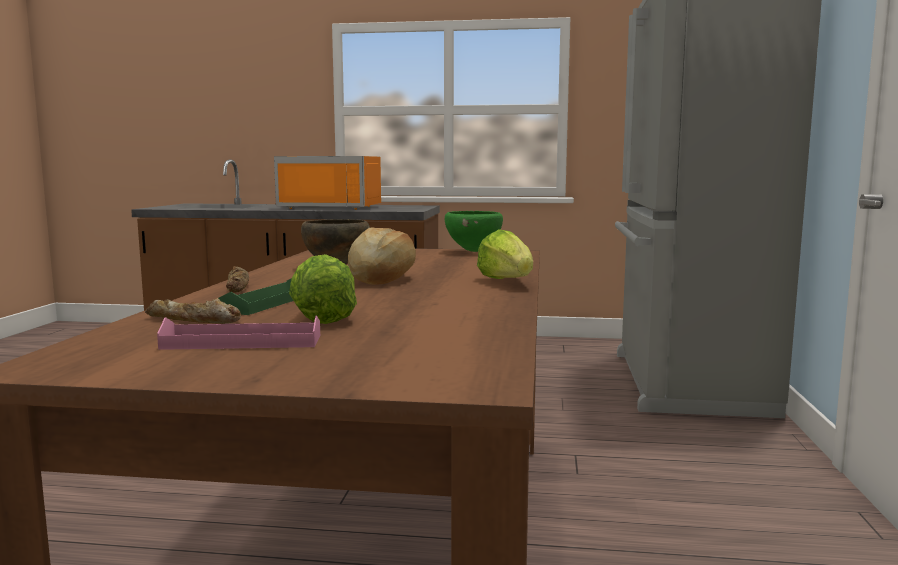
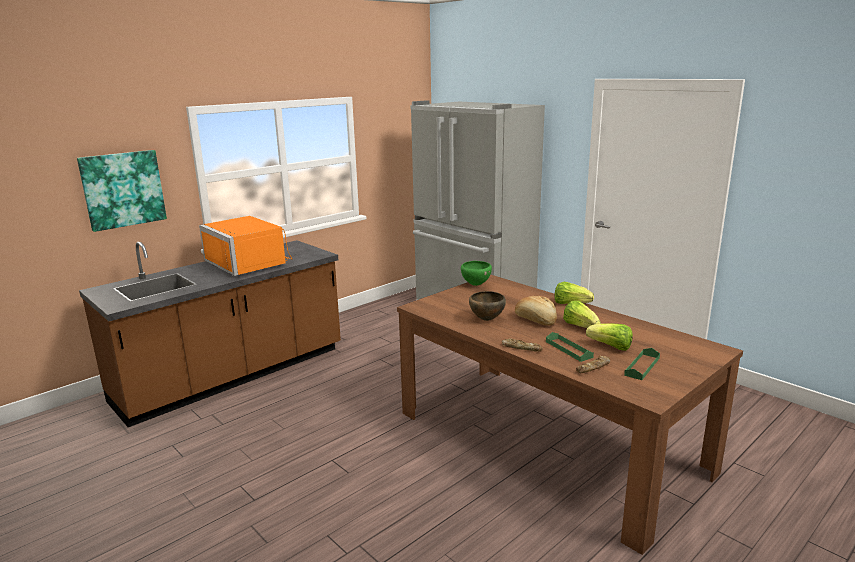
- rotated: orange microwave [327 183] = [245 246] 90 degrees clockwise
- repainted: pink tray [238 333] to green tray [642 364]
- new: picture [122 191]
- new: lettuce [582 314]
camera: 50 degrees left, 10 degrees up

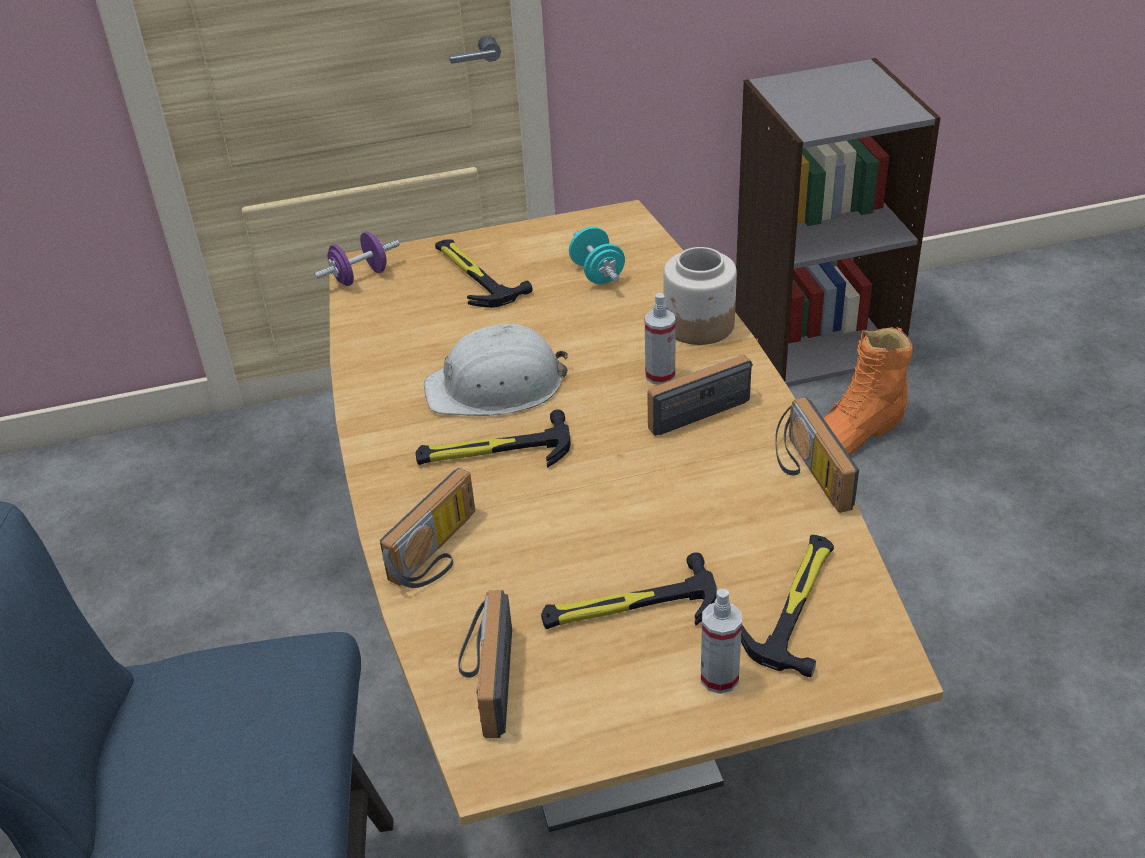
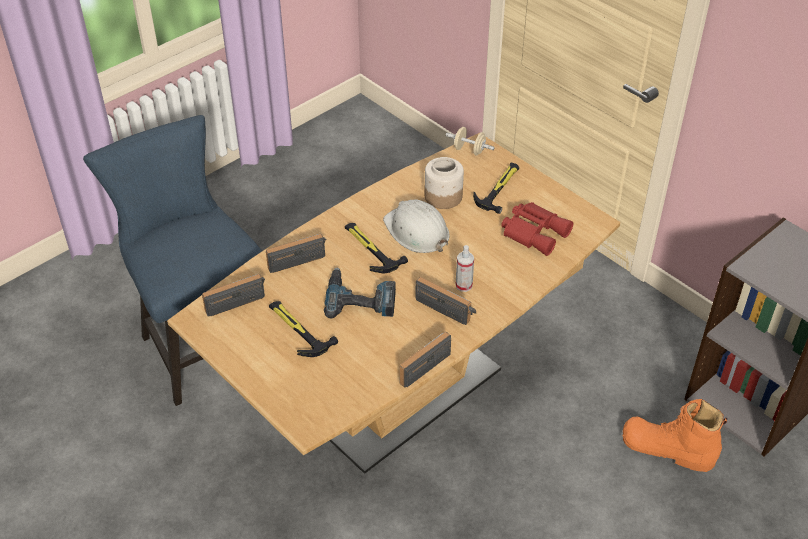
- swapped: turquoise dumbbell [597 255] to red binoculars [537 229]
- repainted: purple dumbbell [357 259] to beige dumbbell [470 141]
- shifted: jar [700 296] to [444 183]
- rotated: radio [427 528] = [296 253] 150 degrees clockwise
- gone: hammer [787 606]
- gone: spray bottle [721 641]
- new: power drill [360 292]
camera: 60 degrees right, 5 degrees up

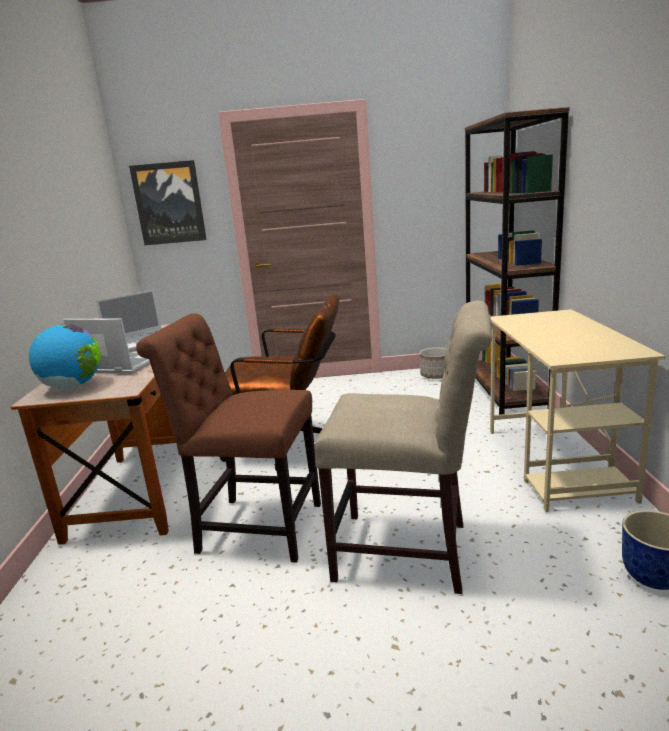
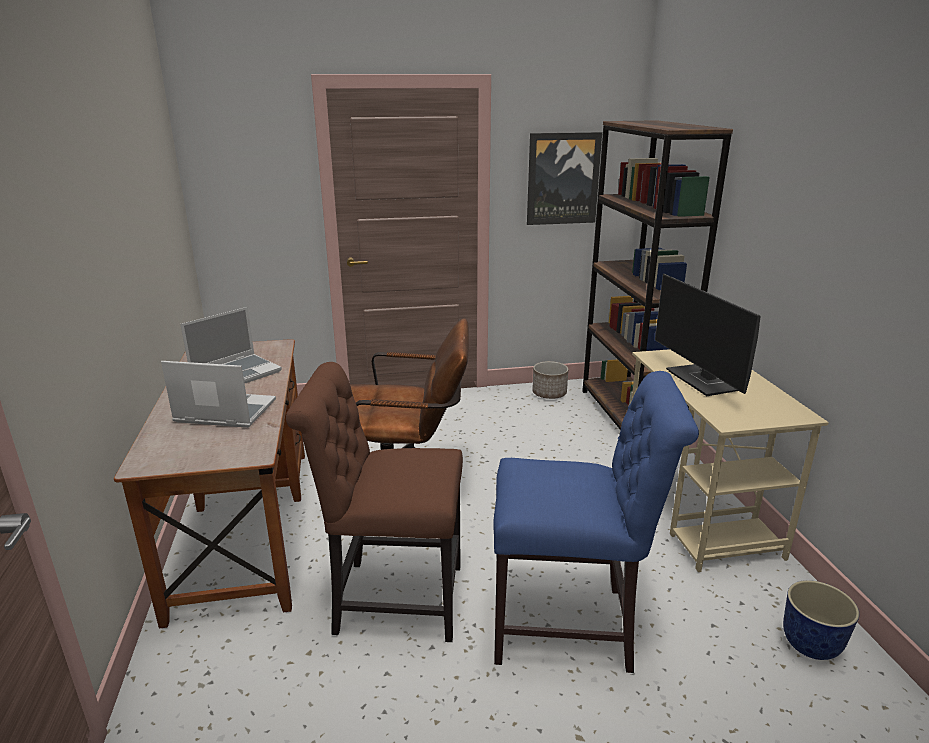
- shifted: picture [168 202] to [564 178]
- repainted: beige chair [403 447] to blue chair [596 522]
- gone: globe [65 356]
- new: monitor [708 335]
camera: 10 degrees left, 5 degrees up

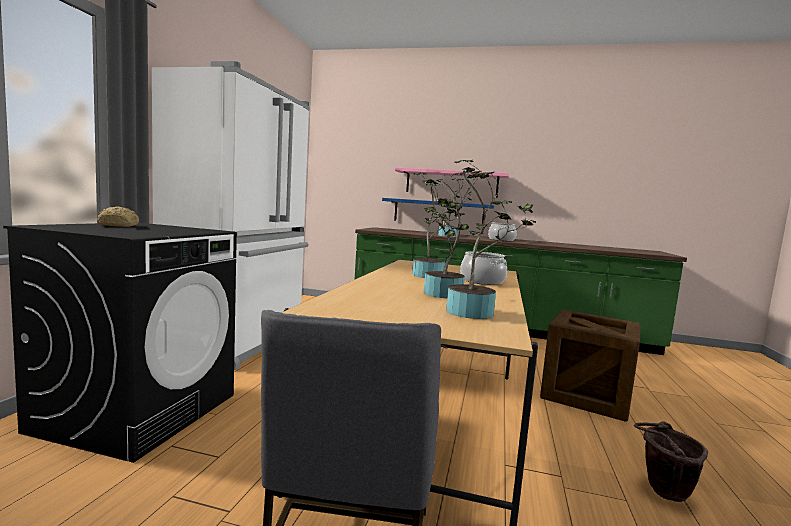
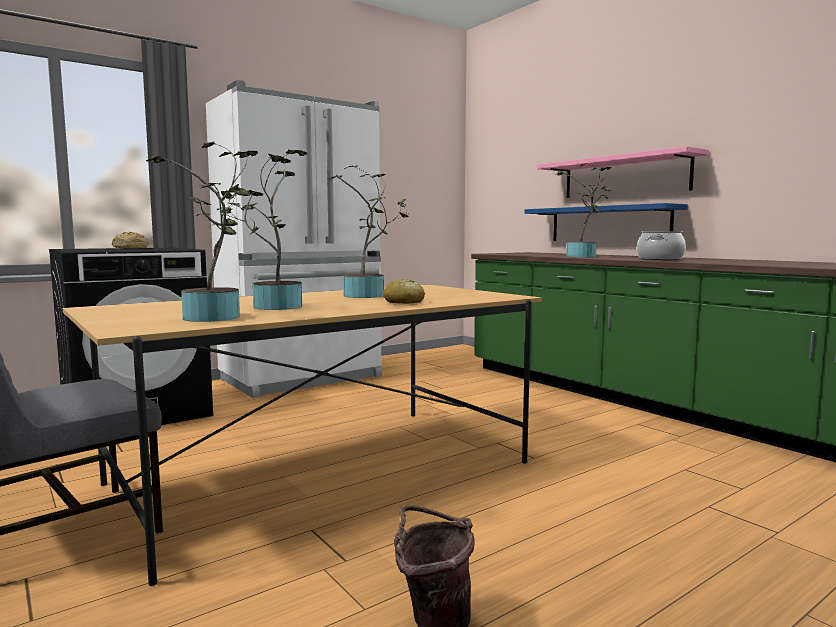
- swapped: cooking pot [483 268] to bread [404 291]
- gone: crate [590 366]
camera: 40 degrees right, 0 degrees up

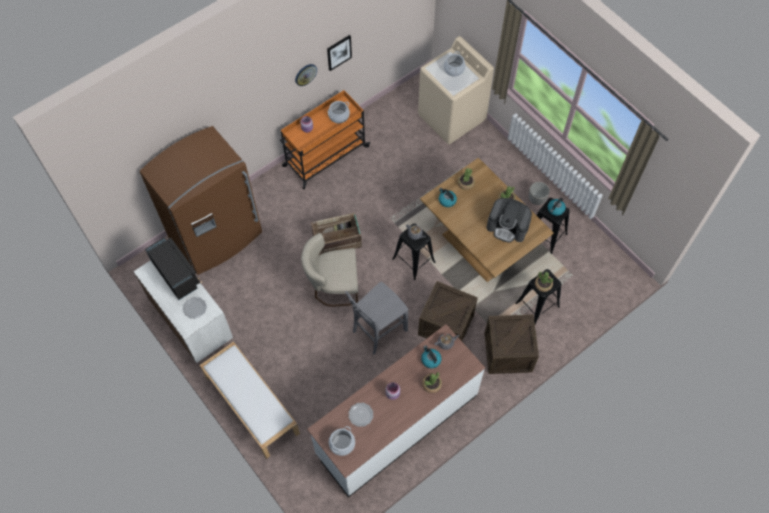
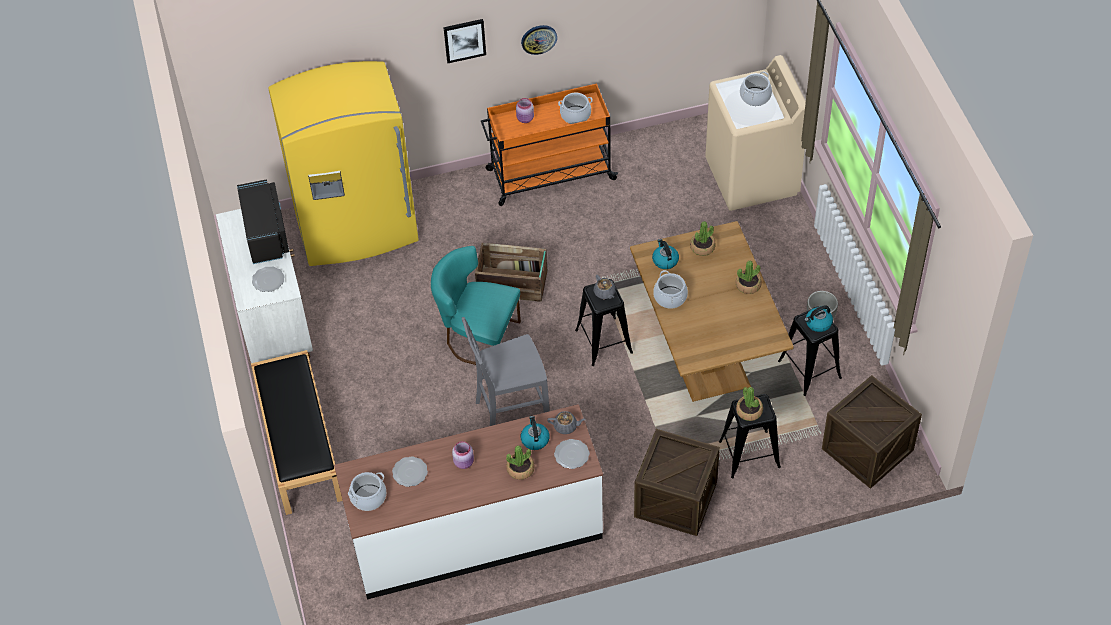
- shifted: picture [339 53] to [464 41]
- repainted: brown fridge [201 200] to yellow fridge [343 163]
- gone: coffee machine [509 220]
- repainted: beige chair [329 270] to turquoise chair [476 305]
- shifted: crate [448 311] to [872 432]
- repainted: white bench [250 400] to black bench [297 432]
- new: cooking pot [670 289]
- new: plate [572 454]
camera: 25 degrees right, 10 degrees down

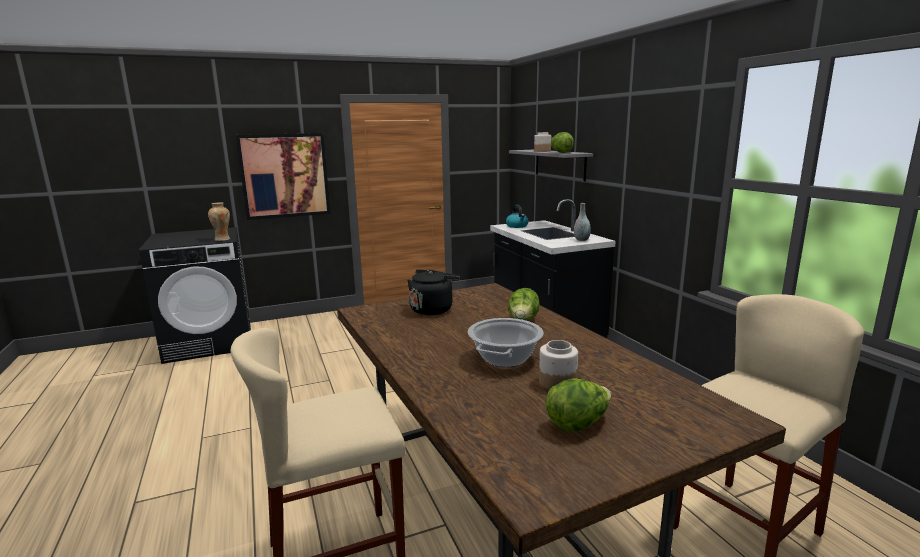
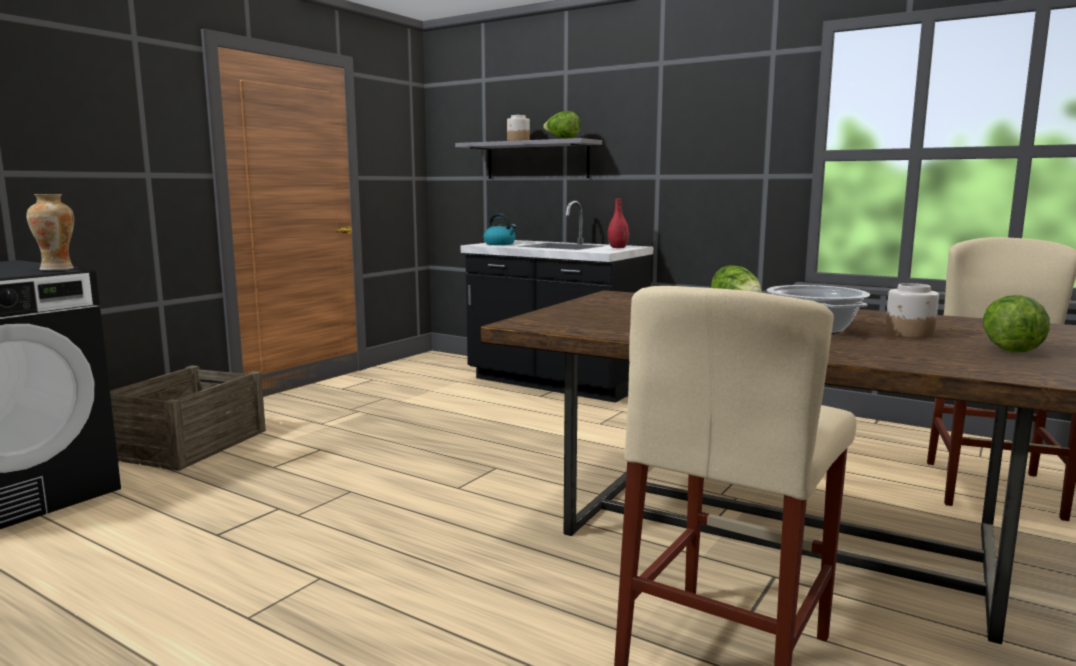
- gone: picture [283 176]
- repainted: grey vase [582 222] to red vase [618 223]
- gone: black kettle [433 292]
- new: crate [188 418]
camera: 35 degrees left, 5 degrees down

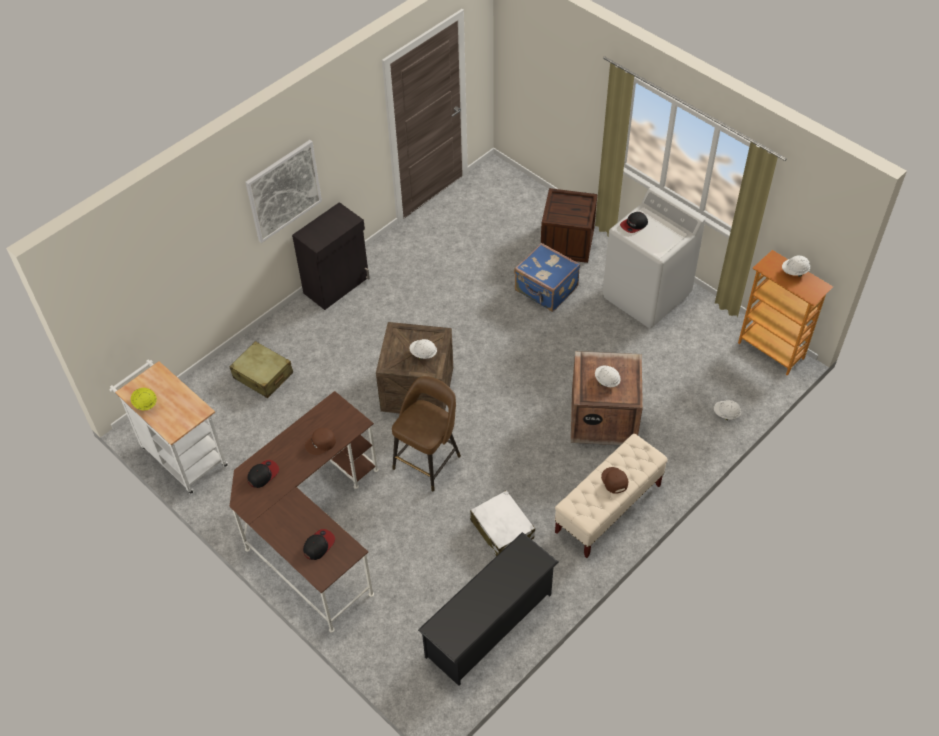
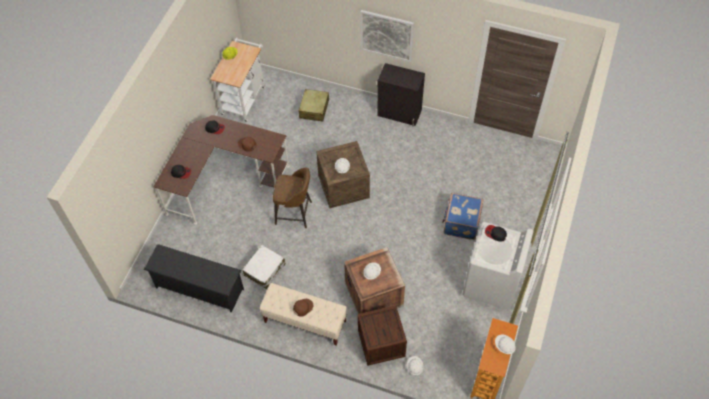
- shifted: crate [569 225] to [382 335]
camera: 65 degrees right, 5 degrees up

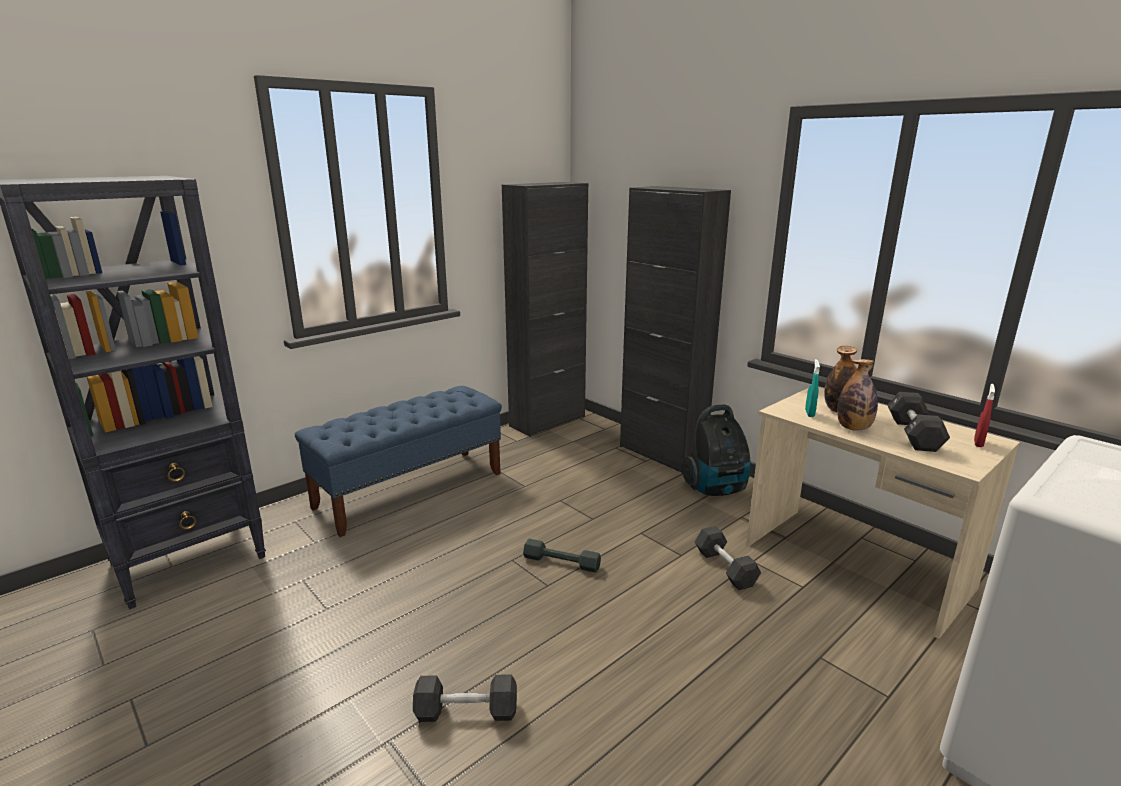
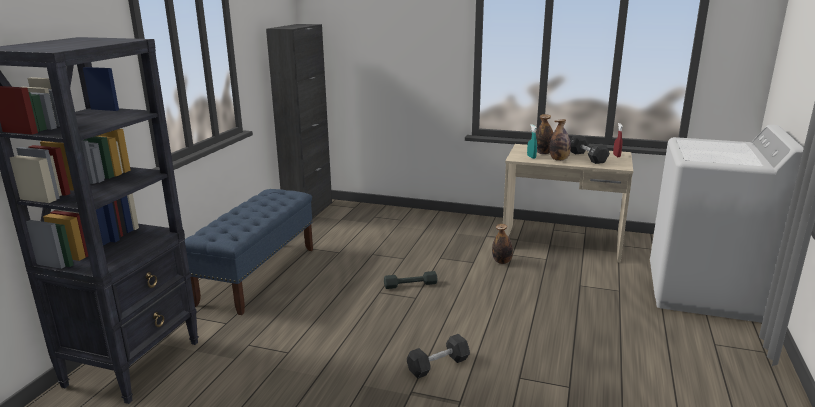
- gone: black cabinet [675 330]
- gone: vacuum cleaner [716 450]
- swapped: black dumbbell [728 558] to bottle [502 244]
camera: 30 degrees left, 0 degrees up

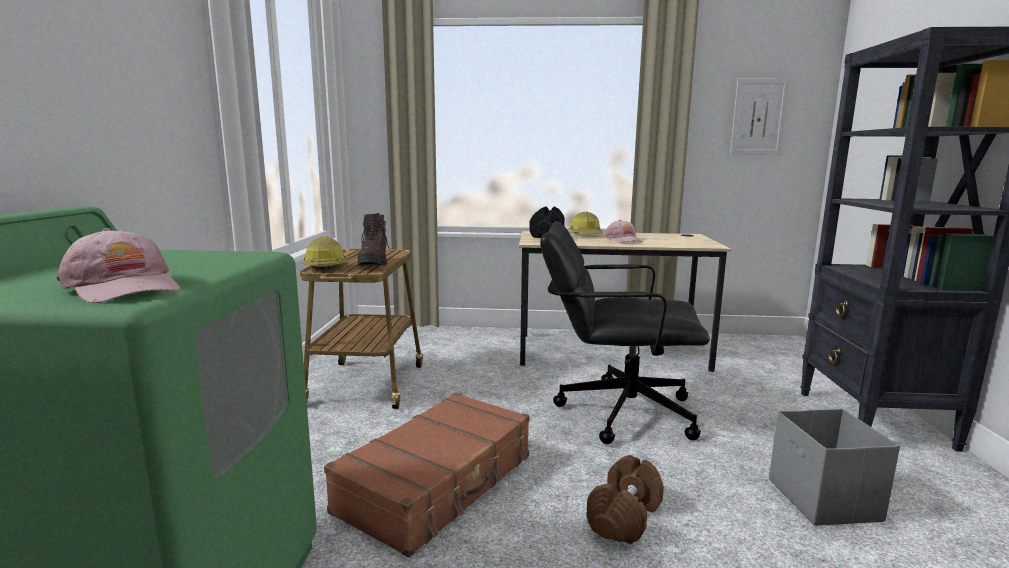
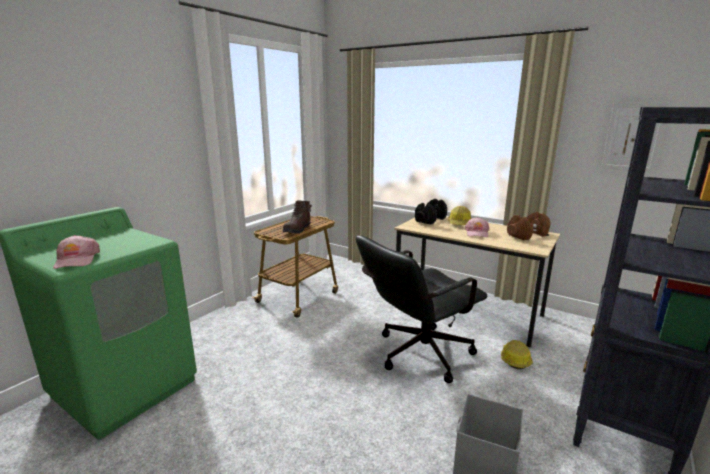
- rotated: black office chair [625 332] = [422 309] 75 degrees counterclockwise
- shifted: hard hat [325 253] to [517 354]
- gone: brown suitcase [427 475]
- shifted: brown dumbbell [625 499] to [529 226]
camera: 30 degrees right, 5 degrees up

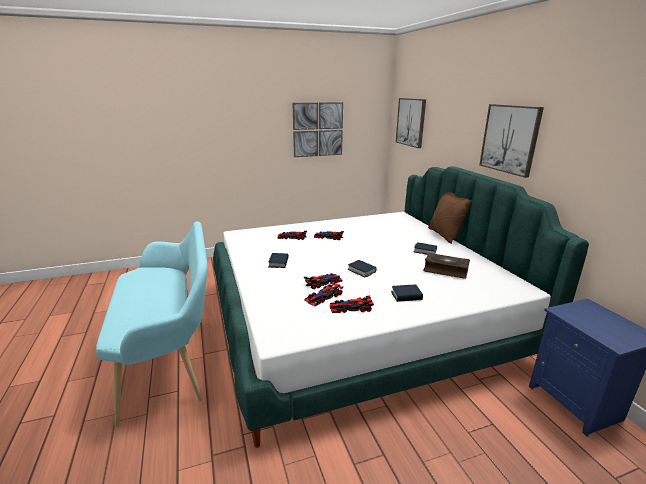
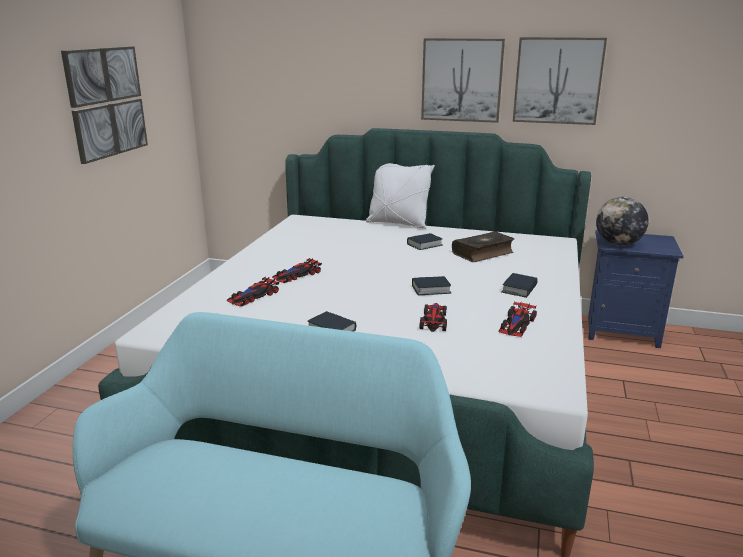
- shifted: picture [411 123] to [560 81]
- repainted: brown pillow [450 218] to white pillow [400 196]
- gone: toy car [323 293]
- new: globe [622 221]
camera: 55 degrees left, 0 degrees up

